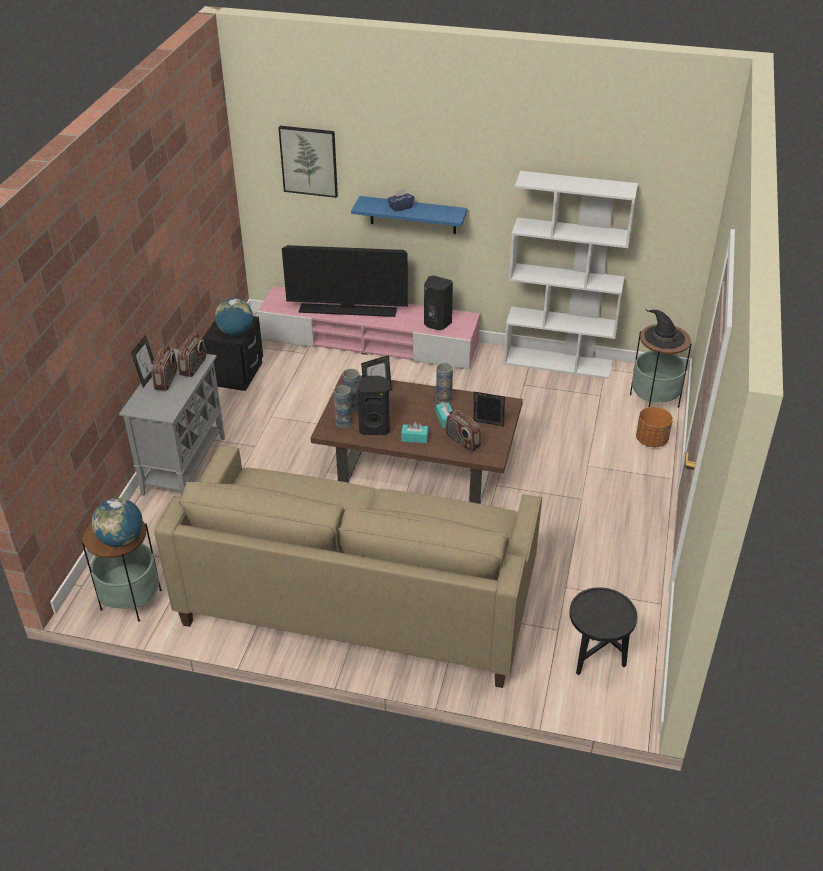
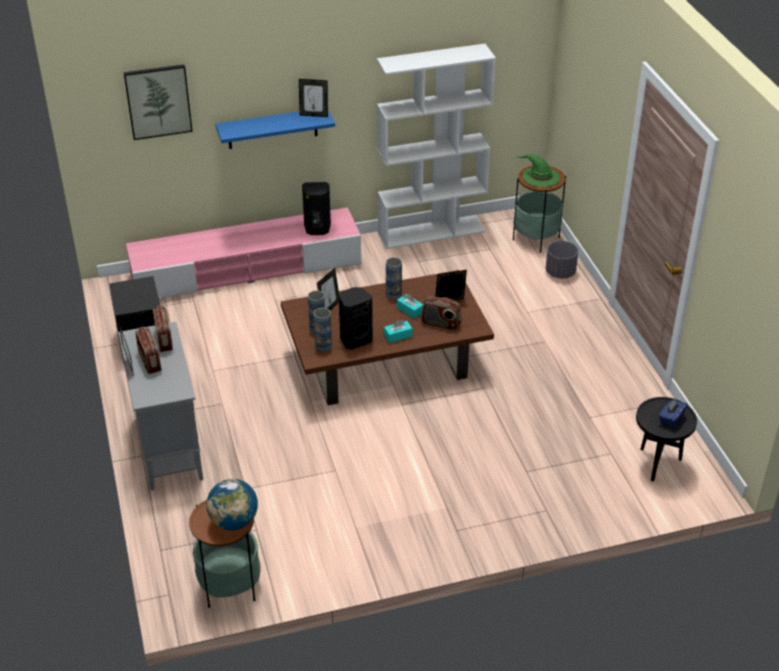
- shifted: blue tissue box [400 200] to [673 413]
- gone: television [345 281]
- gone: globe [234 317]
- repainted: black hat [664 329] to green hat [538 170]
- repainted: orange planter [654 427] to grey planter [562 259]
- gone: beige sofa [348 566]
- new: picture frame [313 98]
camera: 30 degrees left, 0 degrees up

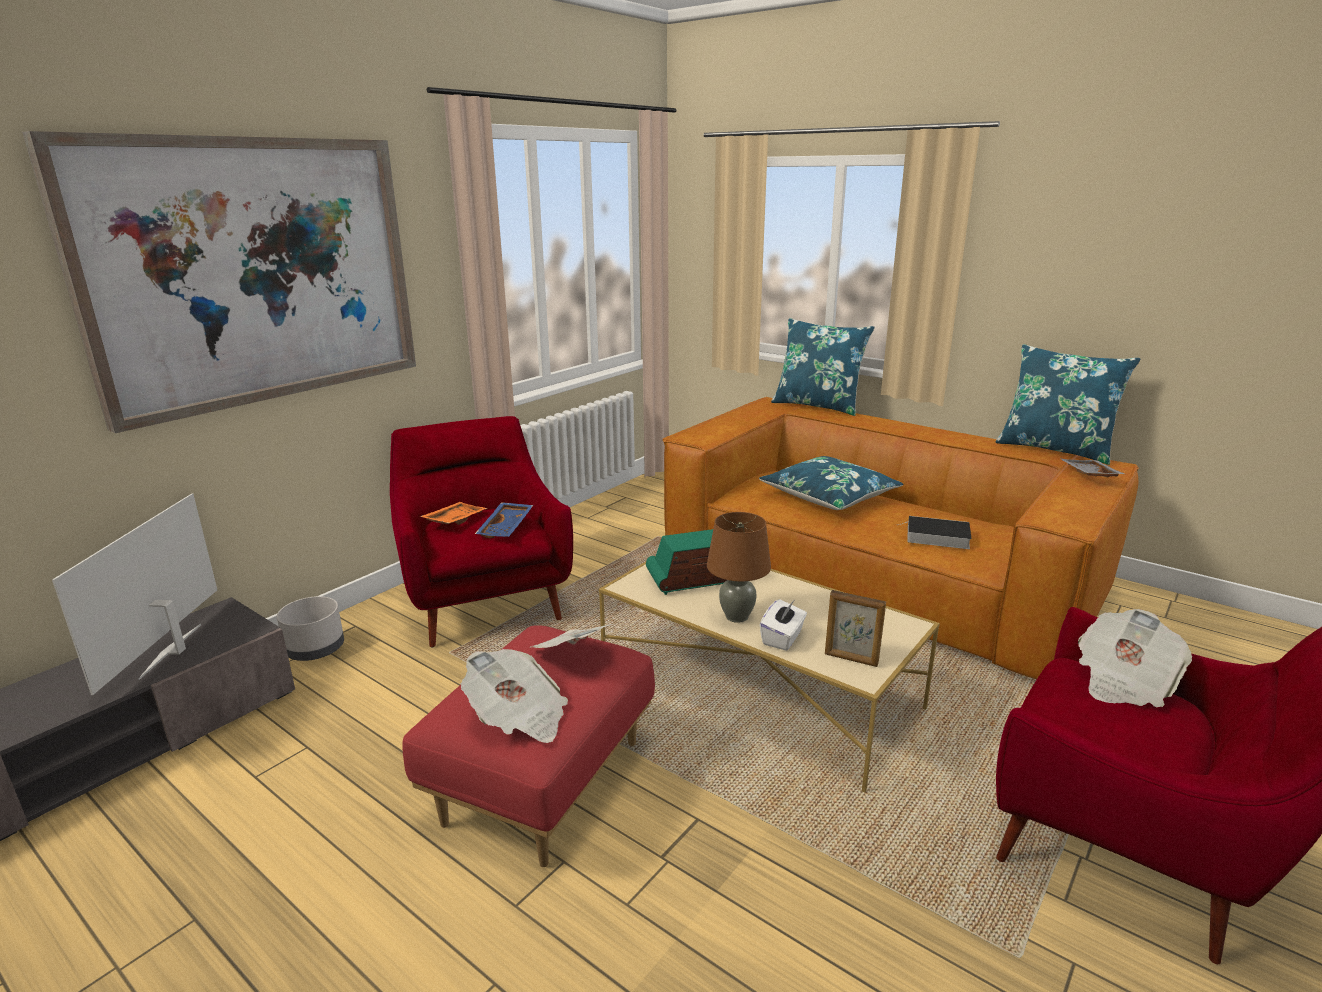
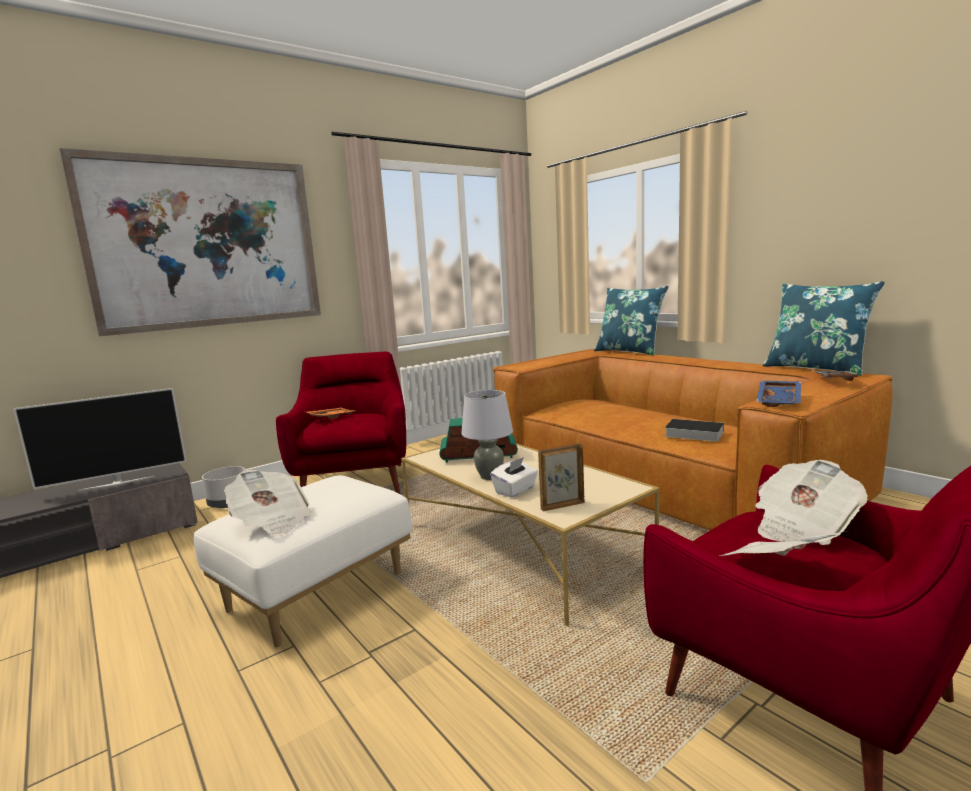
- gone: blue pillow [831 483]
- rotated: television [134 594] = [100 439] 135 degrees counterclockwise
- shifted: blue tray [504 520] to [778 394]
- repainted: brown table lamp [739 567] to grey table lamp [487 435]
- rotated: picture frame [855 628] = [561 477] 120 degrees clockwise
- shifted: newspaper [571 636] to [784 543]
- repainted: red ottoman [528 746] to white ottoman [303 561]
camera: 15 degrees right, 10 degrees down

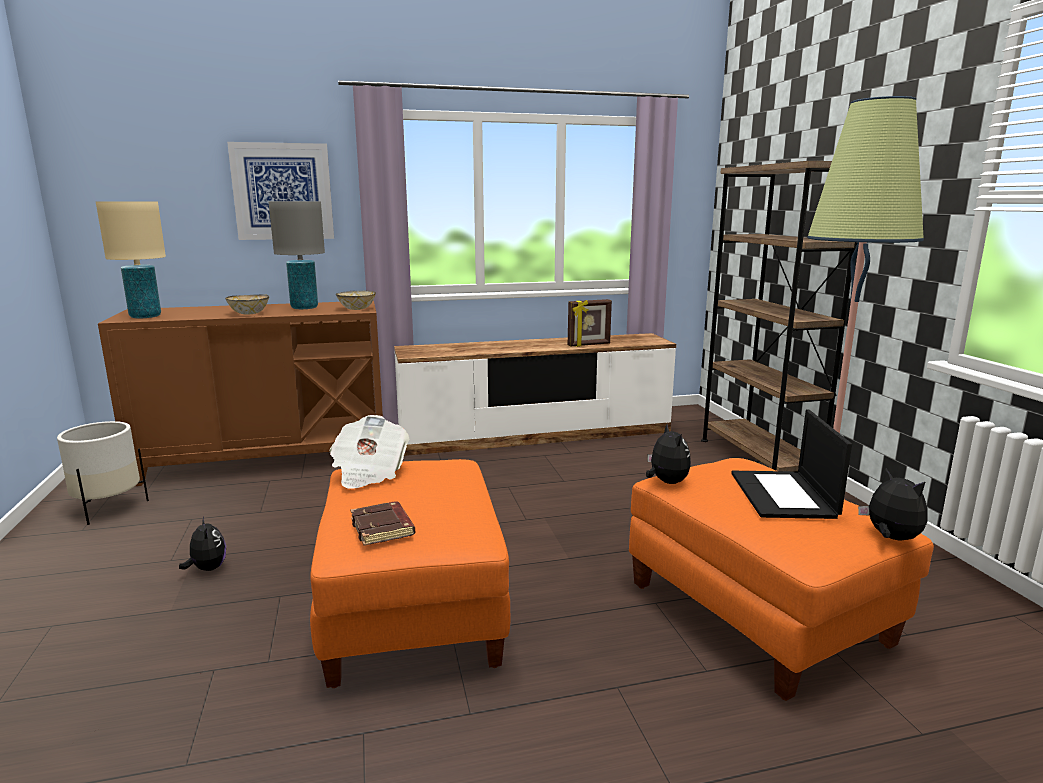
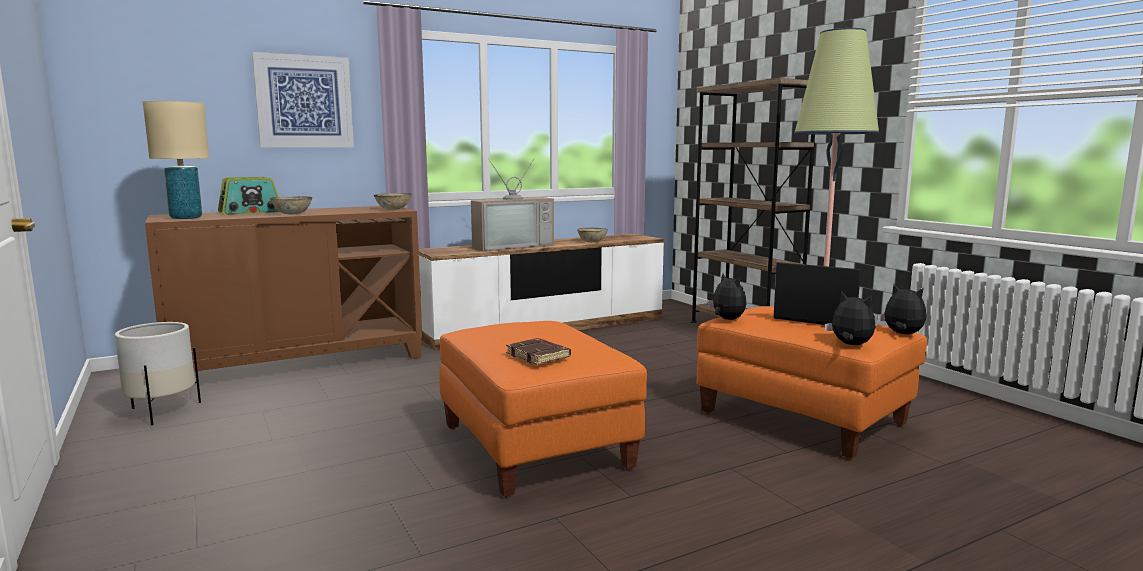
- gone: grey table lamp [296 255]
- swapped: picture frame [590 323] to bowl [592 235]
- rotated: laptop [791 464] = [817 293] 135 degrees clockwise
- gone: newspaper [369 452]
- shifted: plush toy [202 544] to [850 318]
- new: television [512 205]
- new: radio [248 196]
camera: 15 degrees left, 5 degrees down

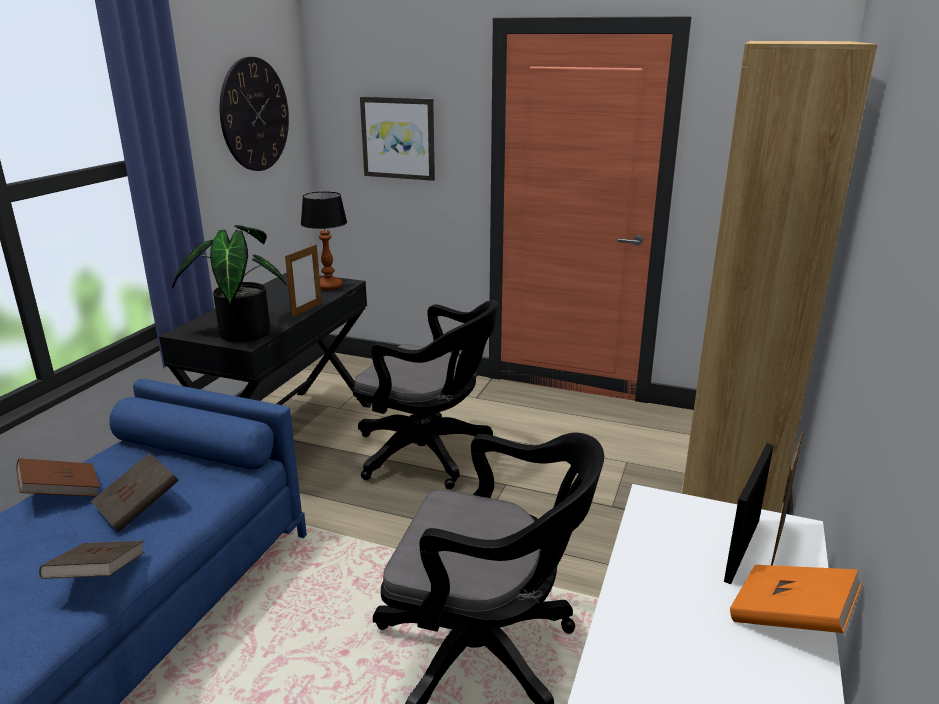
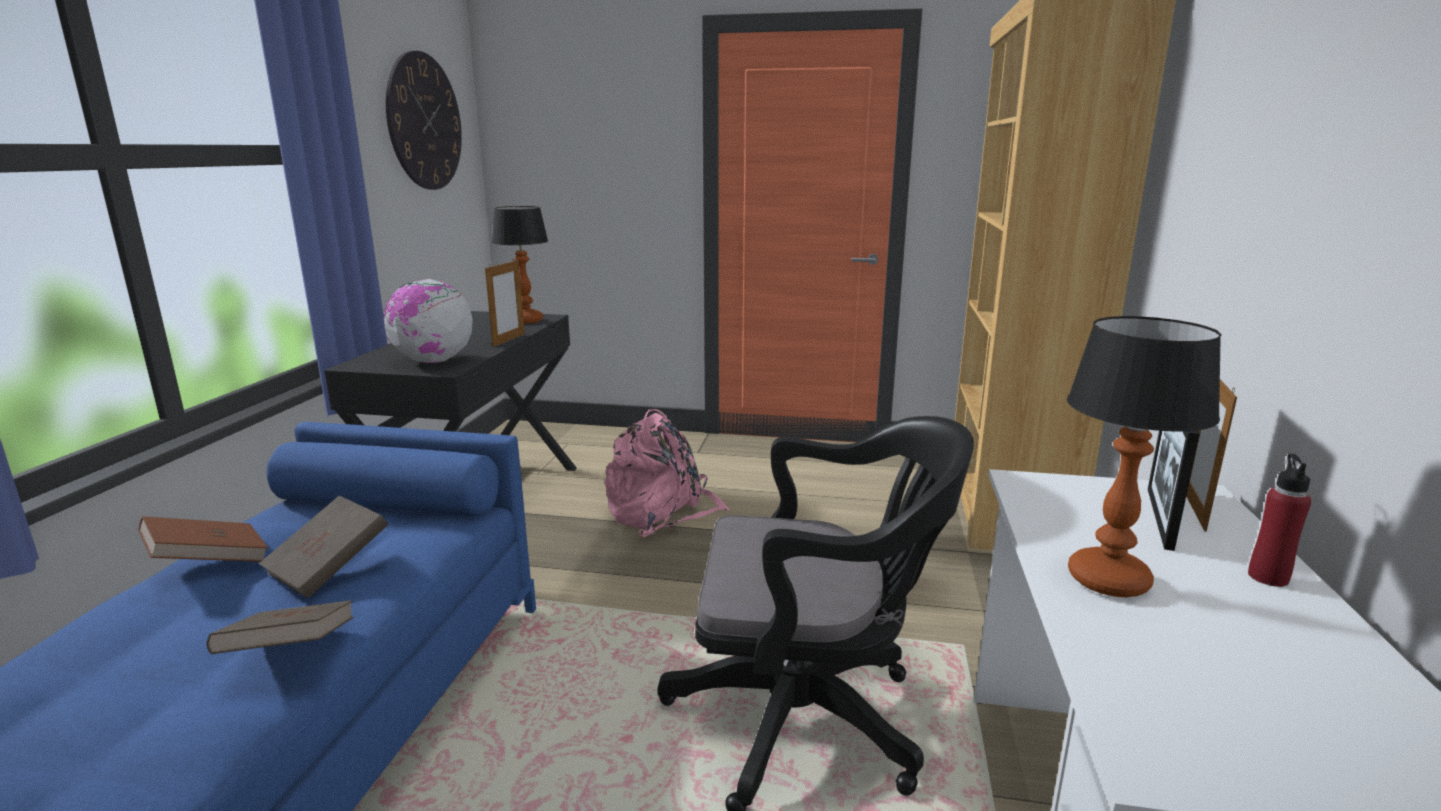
- gone: picture [397 139]
- swapped: potted plant [229 283] to globe [428 321]
- swapped: black office chair [425 394] to pink backpack [667 473]
- swapped: orange book [796 599] to red bottle [1279 520]
- new: table lamp [1144 456]
camera: 10 degrees left, 5 degrees down

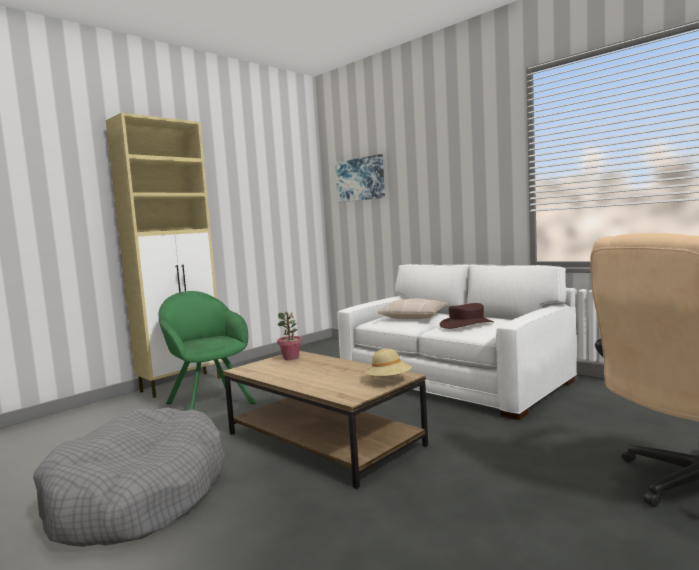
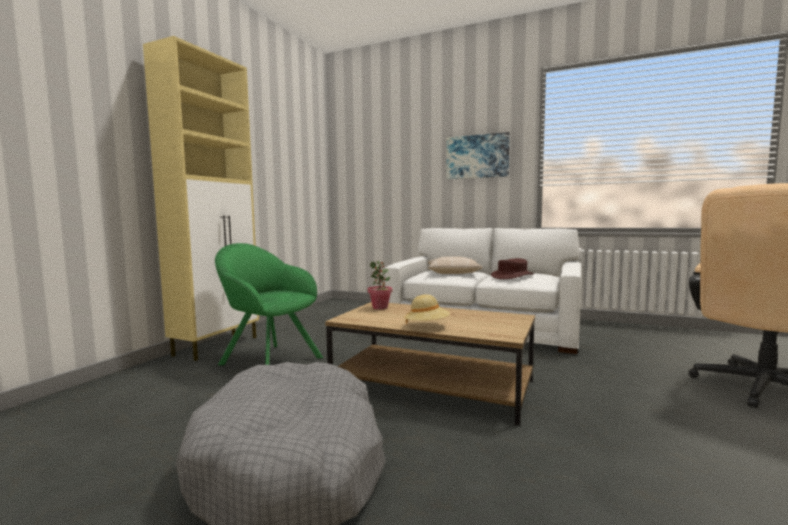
- shifted: picture [360 178] to [478 155]
- shifted: beige hat [388 363] to [427 309]
camera: 20 degrees left, 0 degrees up

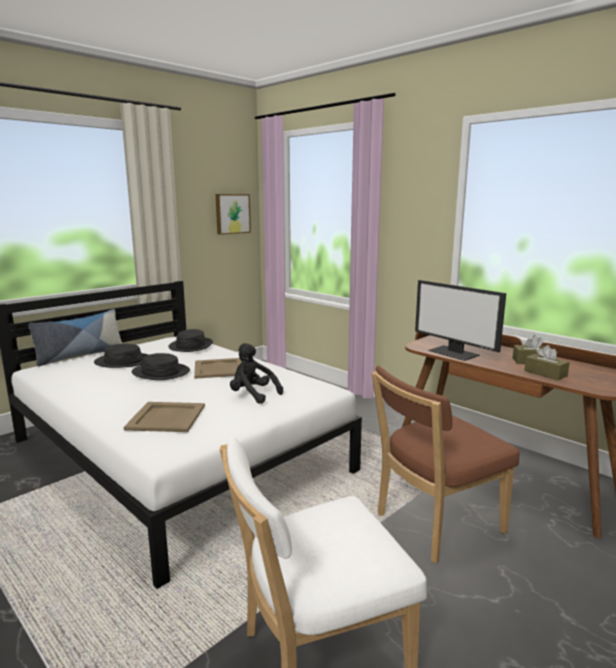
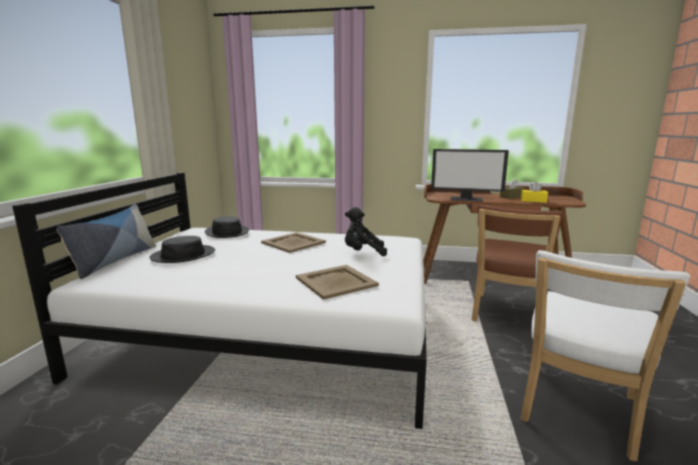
- gone: picture [233 214]
- repainted: brown tissue box [547 362] to yellow tissue box [534 192]
- gone: black hat [161 366]
camera: 35 degrees left, 0 degrees up

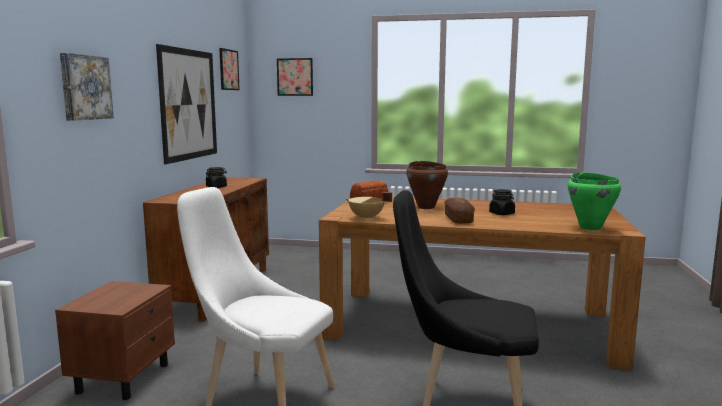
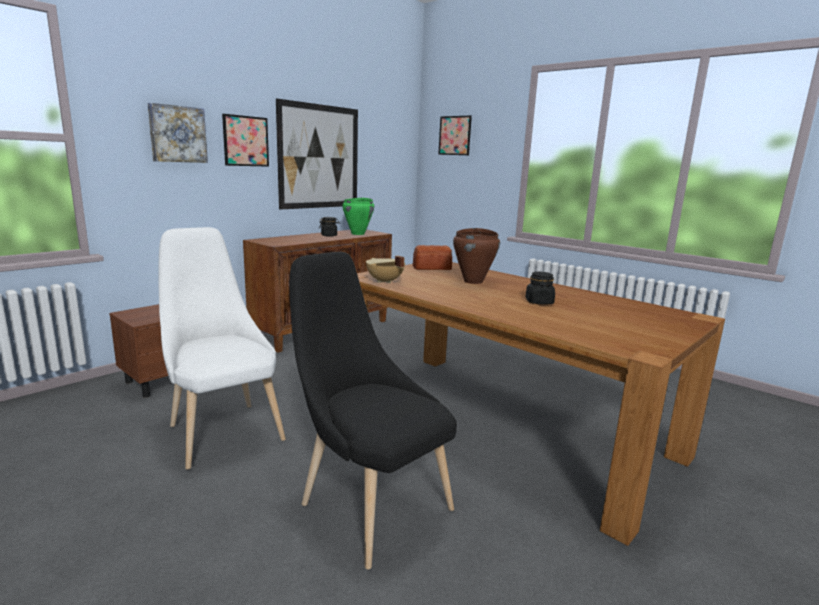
- shifted: picture [229 69] to [245 140]
- shifted: green cooking pot [594 201] to [358 216]
- gone: bread [459 211]
camera: 30 degrees right, 5 degrees up

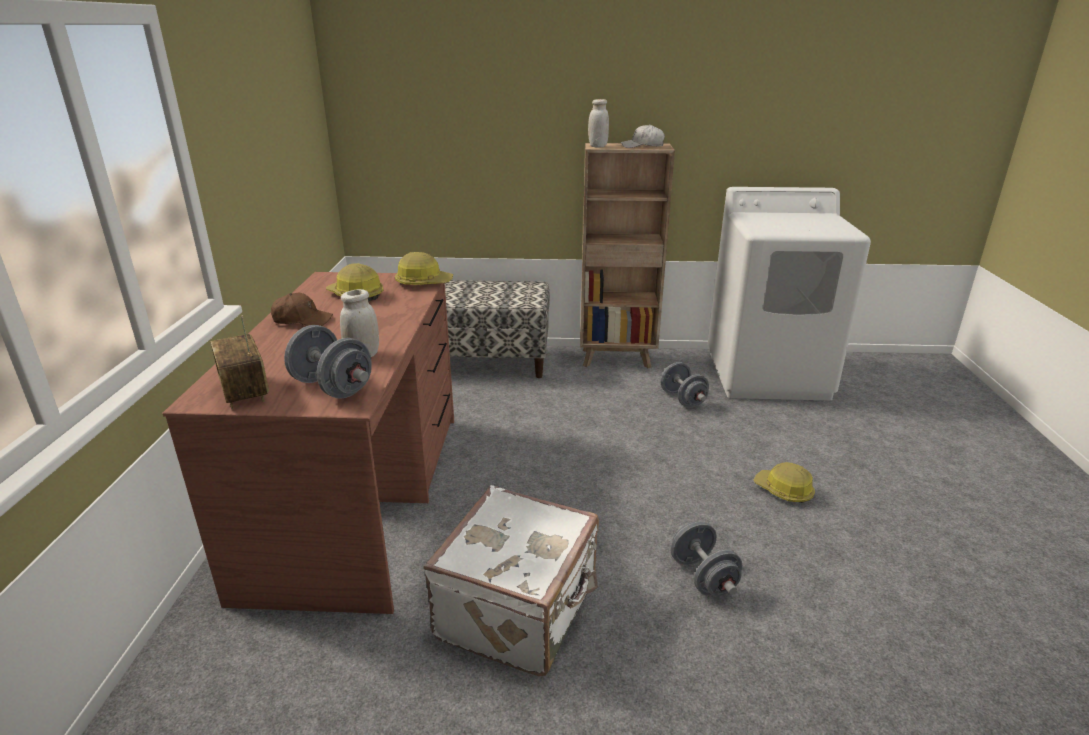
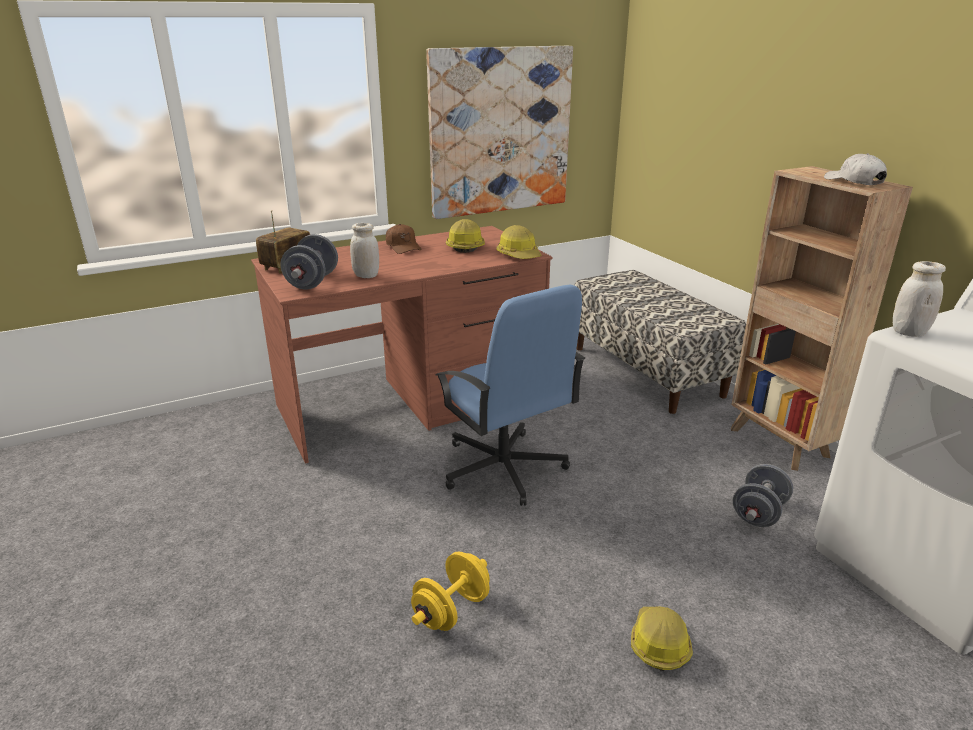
- shifted: white jar [598 123] to [919 298]
- gone: white suitcase [511 580]
- repainted: grey dumbbell [706 559] to yellow dumbbell [450 591]
- new: picture [499 132]
- new: blue office chair [510 395]
camera: 60 degrees right, 0 degrees up

